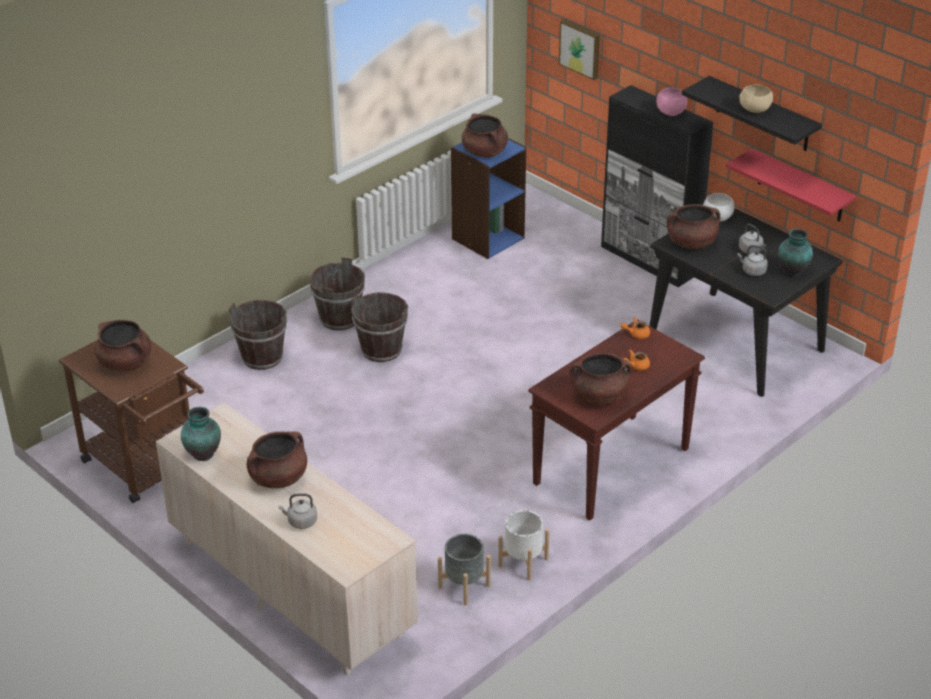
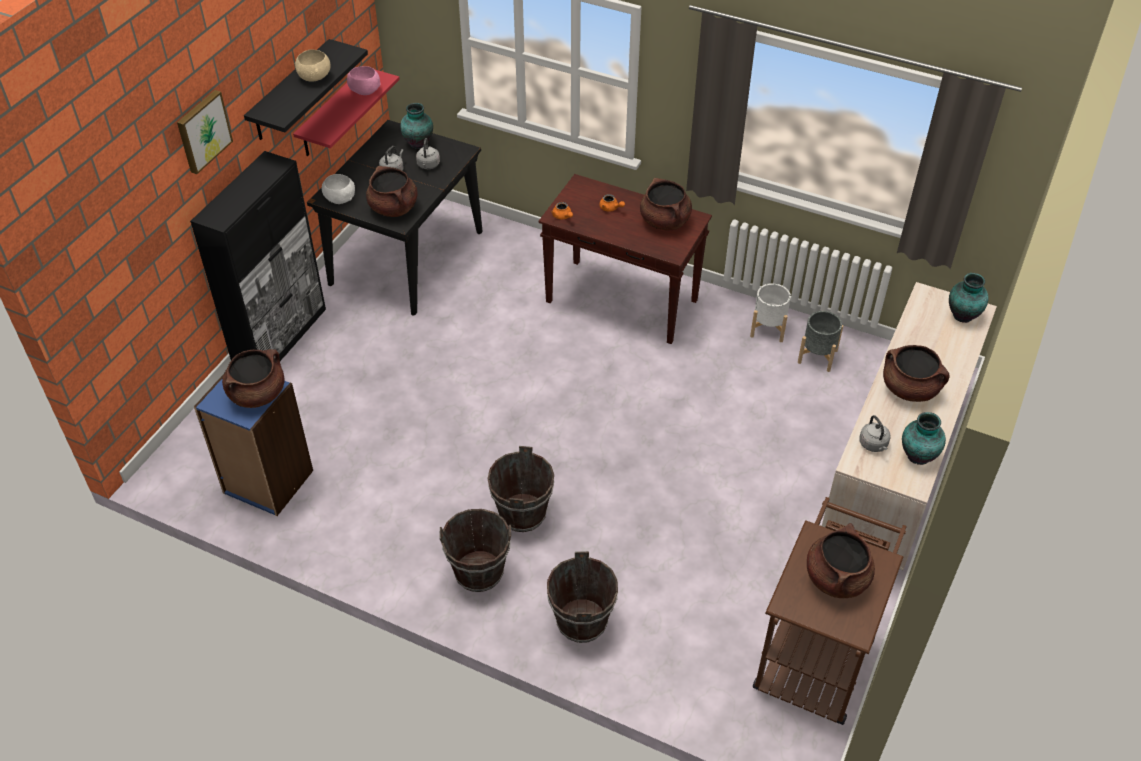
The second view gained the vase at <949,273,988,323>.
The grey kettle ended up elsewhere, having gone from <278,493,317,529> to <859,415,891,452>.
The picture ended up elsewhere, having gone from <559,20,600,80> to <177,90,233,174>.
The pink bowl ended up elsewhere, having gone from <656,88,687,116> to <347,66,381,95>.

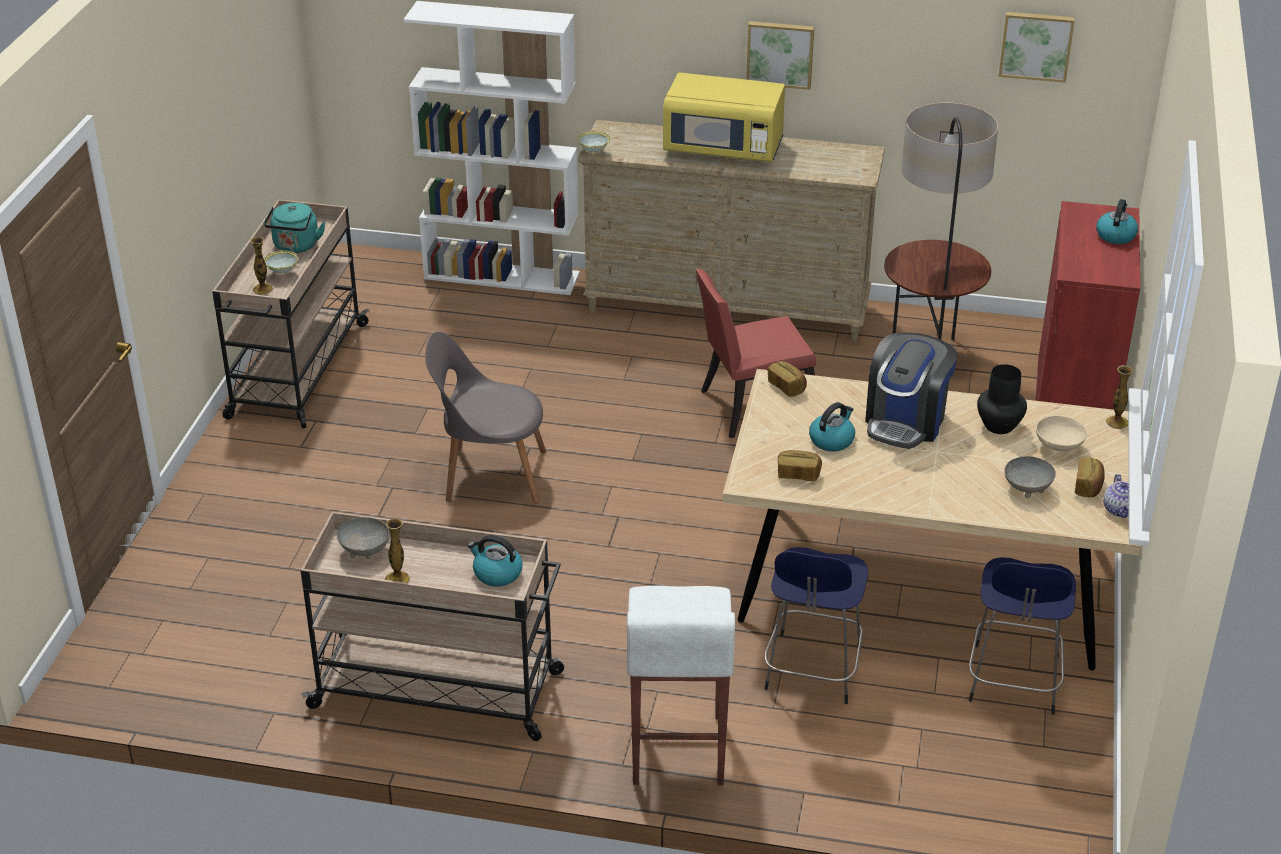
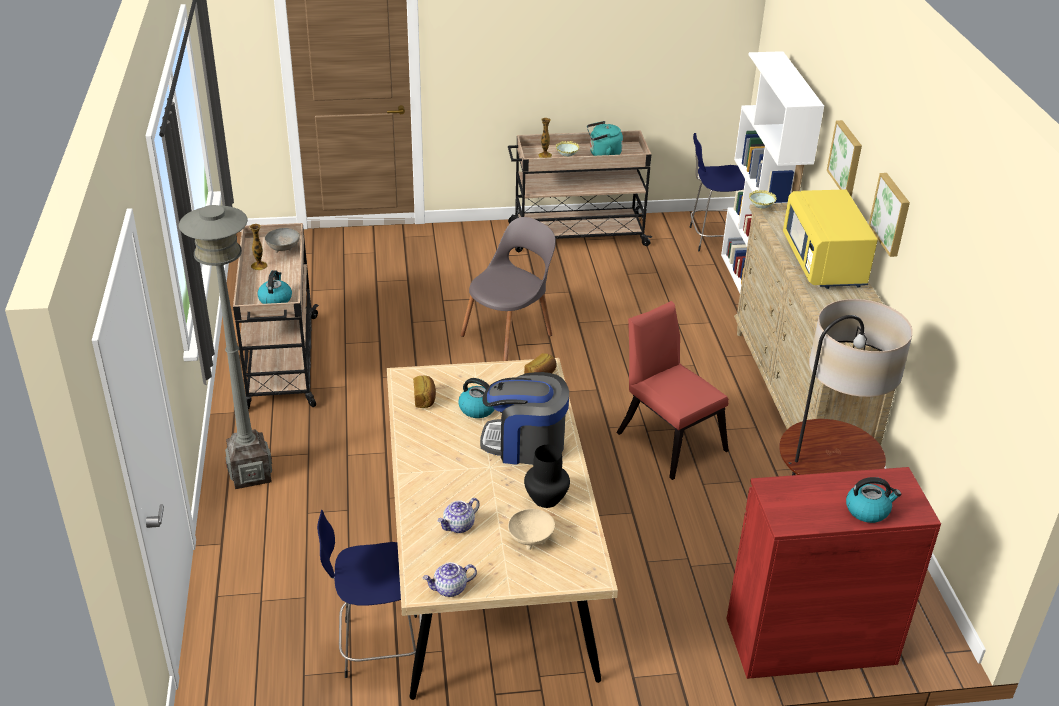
The second view lost the bread at <1075,457,1105,497>.
The second view lost the vase at <1106,365,1133,429>.
The blue stool ended up elsewhere, having gone from <764,547,868,704> to <690,133,745,252>.
The picture ended up elsewhere, having gone from <999,12,1075,83> to <827,120,862,197>.
Where the white stool stood at <627,586,735,785>, the grey floor lamp came to stand at <179,205,272,489>.
Where the grey bowl stood at <1004,456,1056,498>, the teapot came to stand at <438,498,480,533>.
The grey chair at <425,332,546,503> ended up facing another way, 60 degrees clockwise from before.

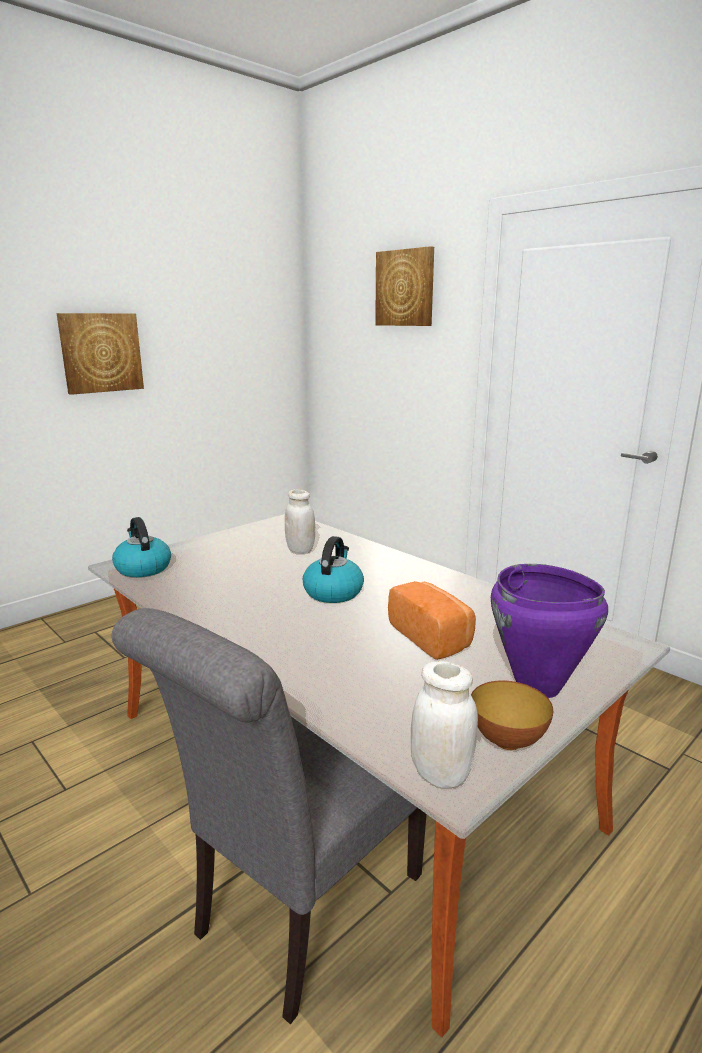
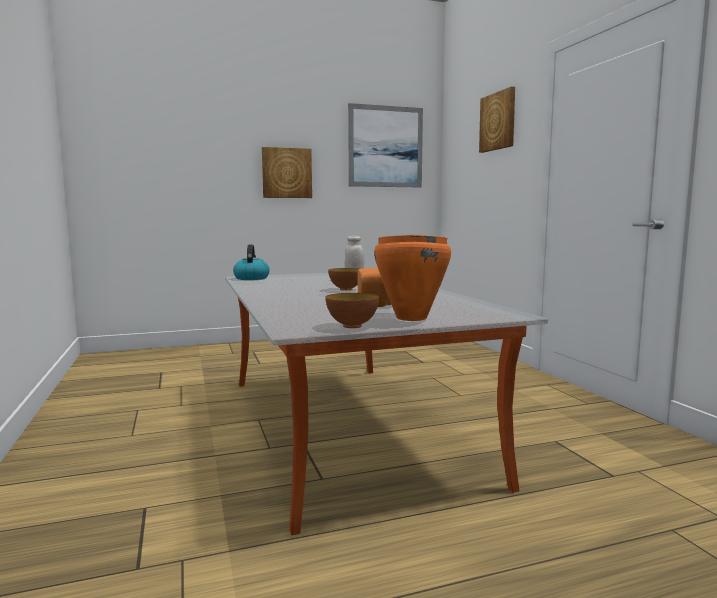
The second view lost the grey chair at <112,608,427,1025>.
The second view lost the white jar at <411,661,478,788>.
The second view gained the picture at <348,103,423,187>.
Where the kettle stood at <303,536,364,603>, the bowl came to stand at <328,268,359,291>.
What was the purple cooking pot at <491,564,608,698> turned into the orange cooking pot at <374,235,451,321>.

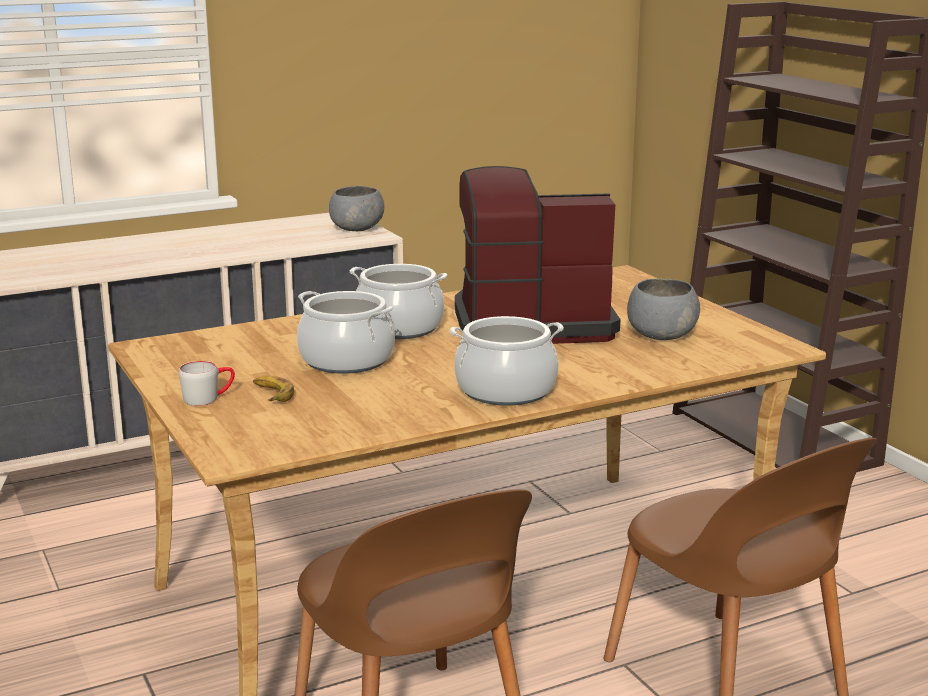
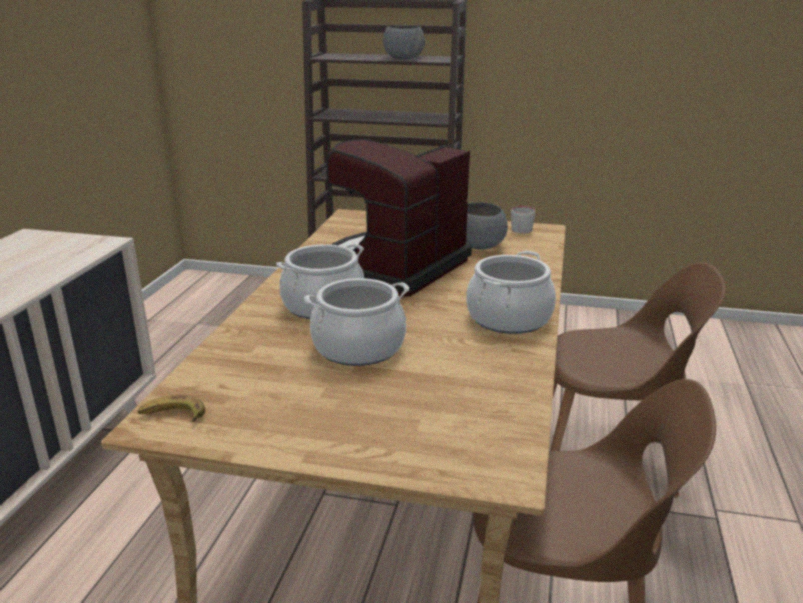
The grey mug ended up elsewhere, having gone from <179,361,235,406> to <511,206,535,233>.
The banana ended up elsewhere, having gone from <253,376,294,402> to <138,395,205,422>.
The grey bowl ended up elsewhere, having gone from <329,186,384,231> to <383,25,425,59>.

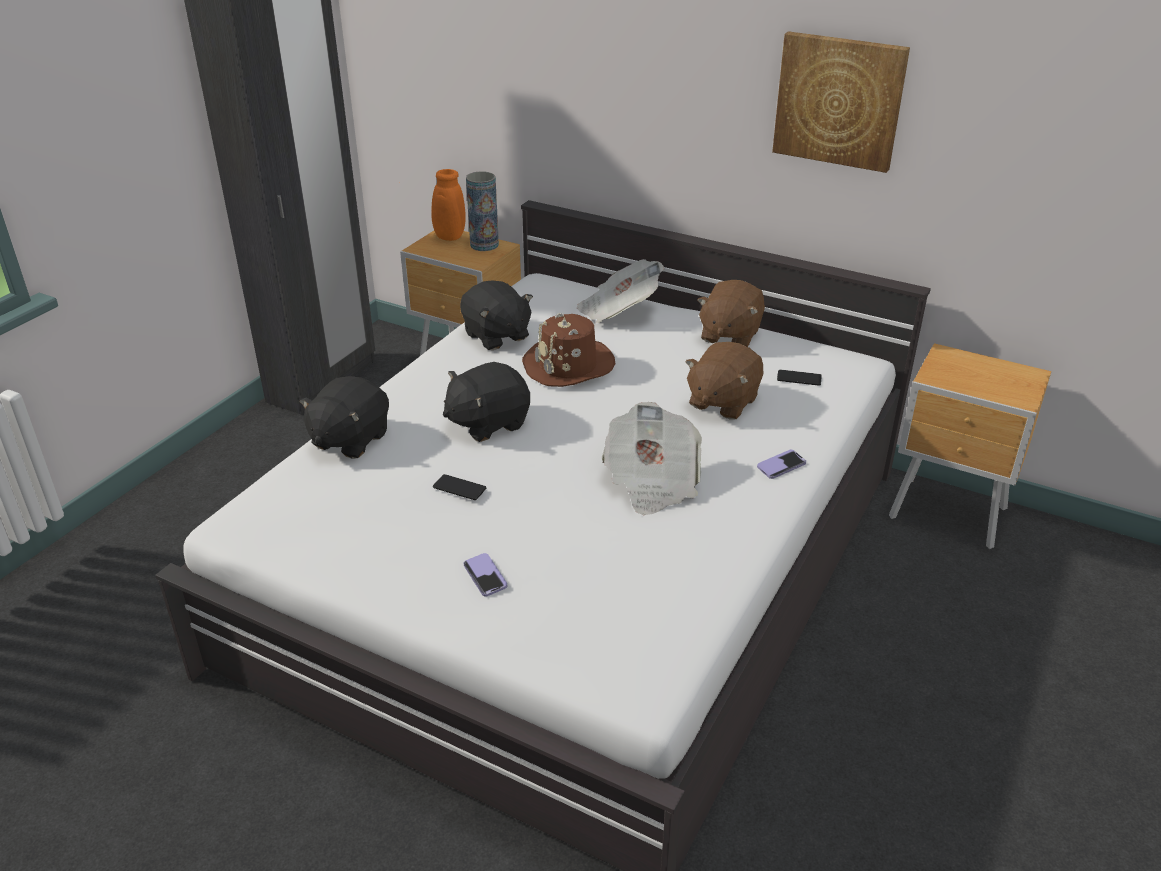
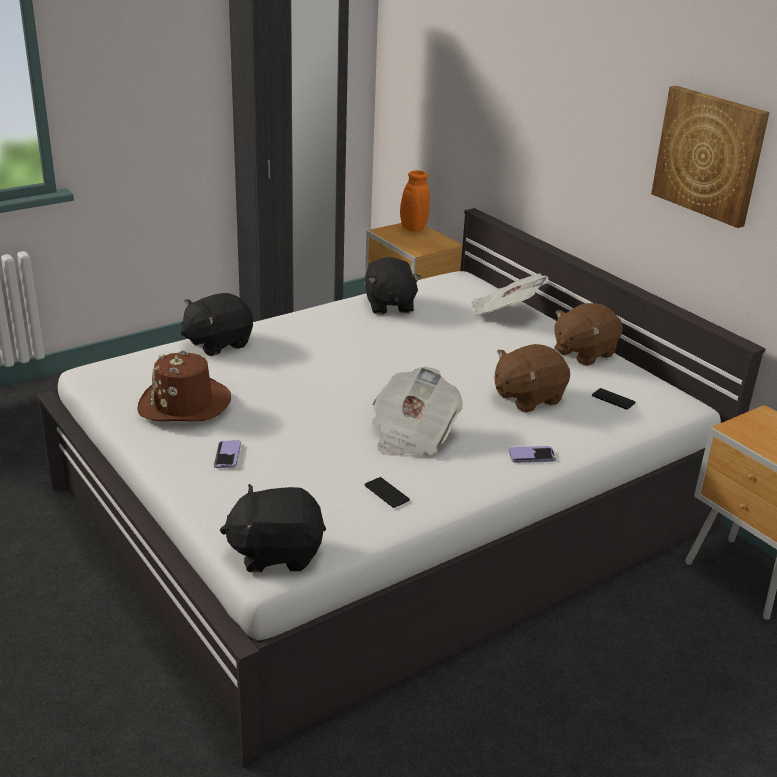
The second view lost the vase at <466,171,499,251>.
The phone ended up elsewhere, having gone from <433,474,486,500> to <365,477,410,508>.
The black plush toy ended up elsewhere, having gone from <443,362,530,442> to <220,484,326,572>.
The brown hat ended up elsewhere, having gone from <522,313,615,387> to <138,350,231,421>.

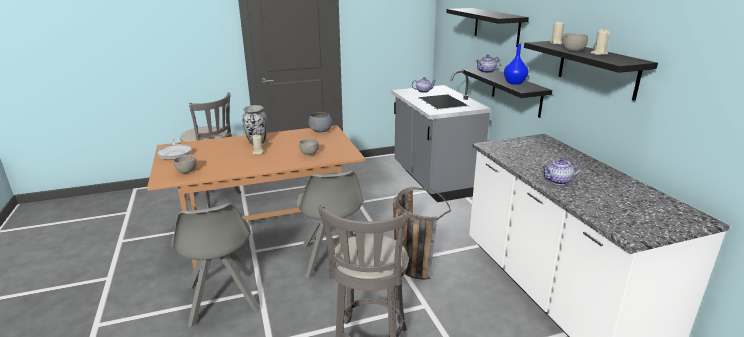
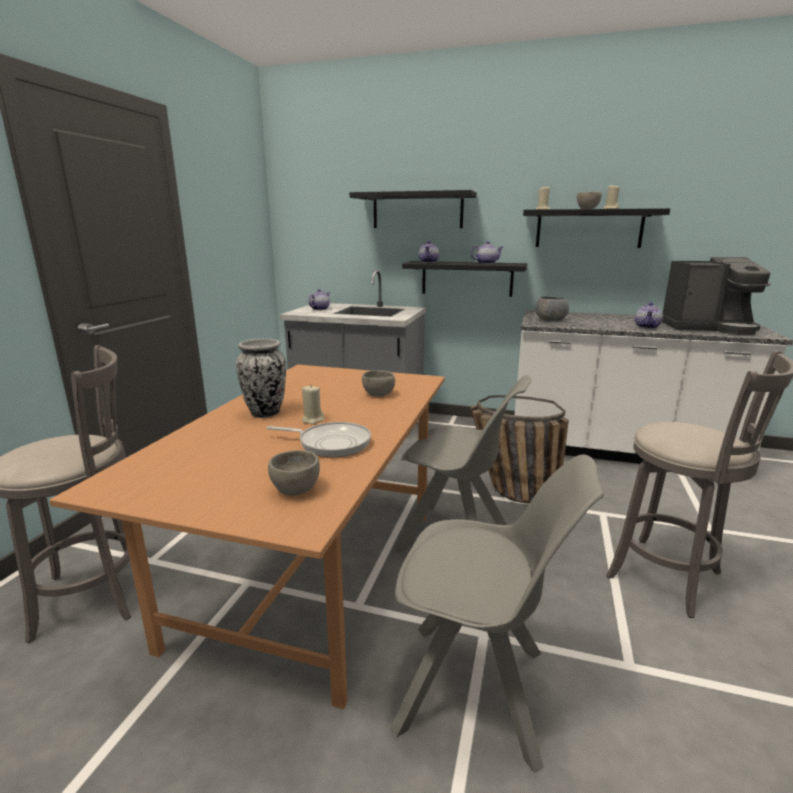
The second view gained the coffee machine at <662,257,771,335>.
The frying pan ended up elsewhere, having gone from <157,138,192,160> to <267,422,371,457>.
The grey bowl ended up elsewhere, having gone from <309,112,332,132> to <535,296,569,321>.
Where the blue vase stood at <504,44,529,85>, the teapot came to stand at <471,241,503,264>.

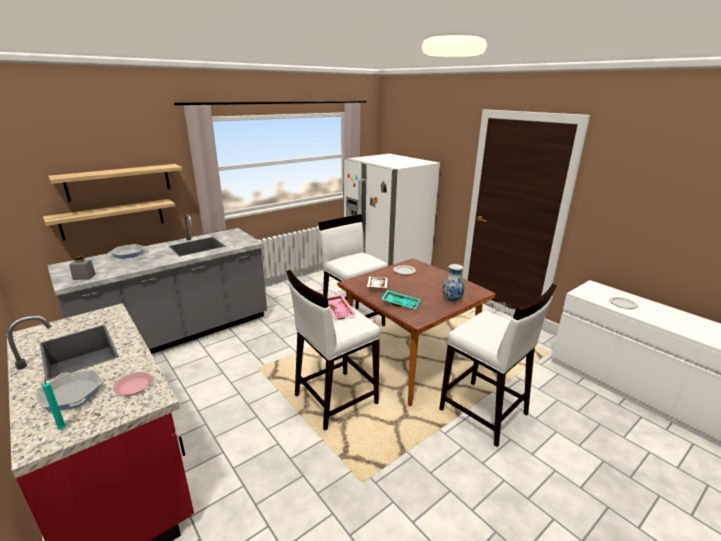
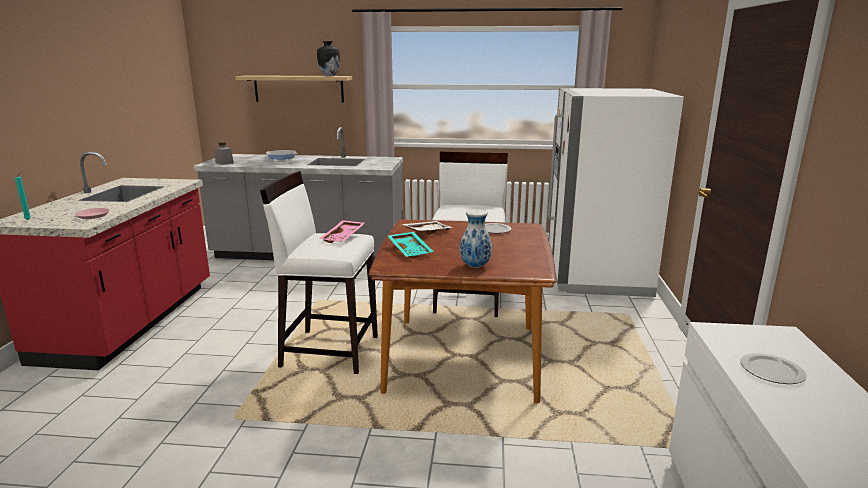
The second view lost the frying pan at <36,370,102,412>.
The second view lost the shelf at <43,199,175,240>.
The second view lost the white stool at <439,283,557,447>.
The second view gained the vase at <317,41,340,76>.

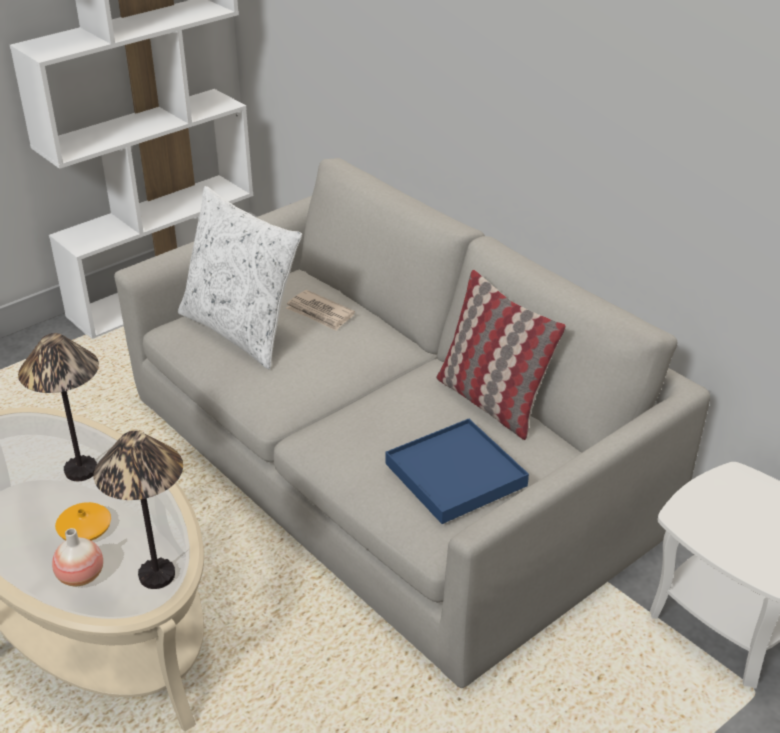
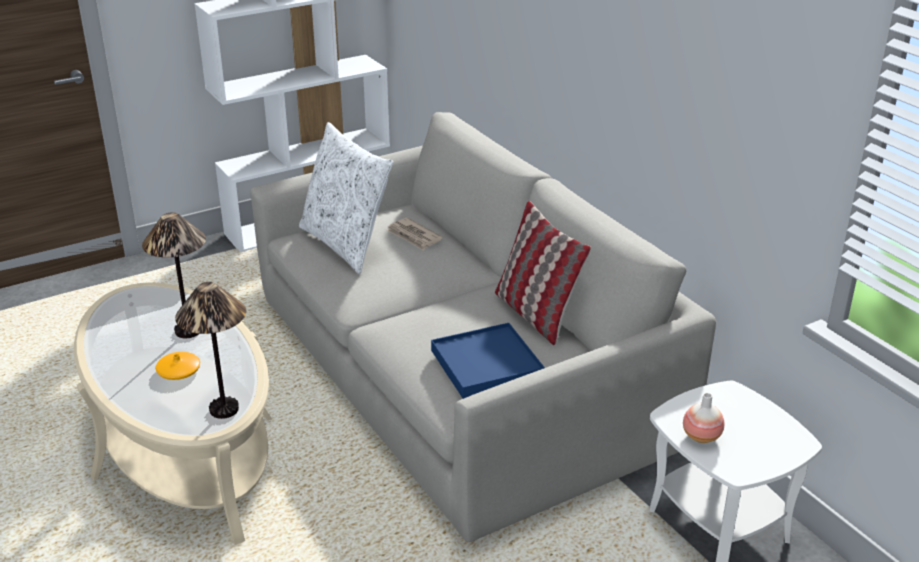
The vase ended up elsewhere, having gone from <52,528,103,587> to <683,393,725,443>.

